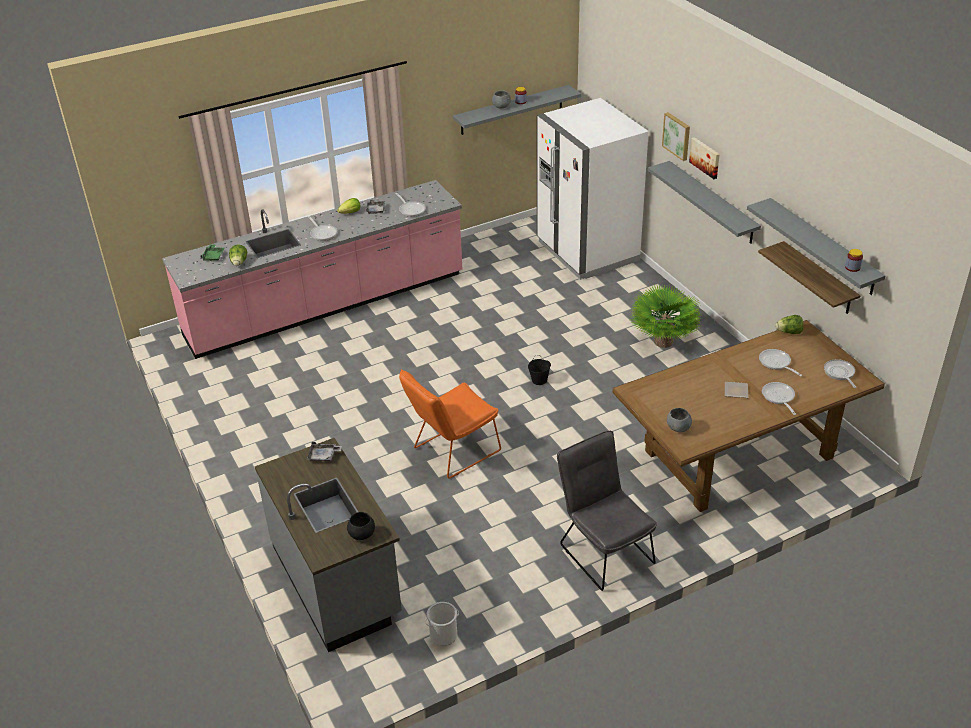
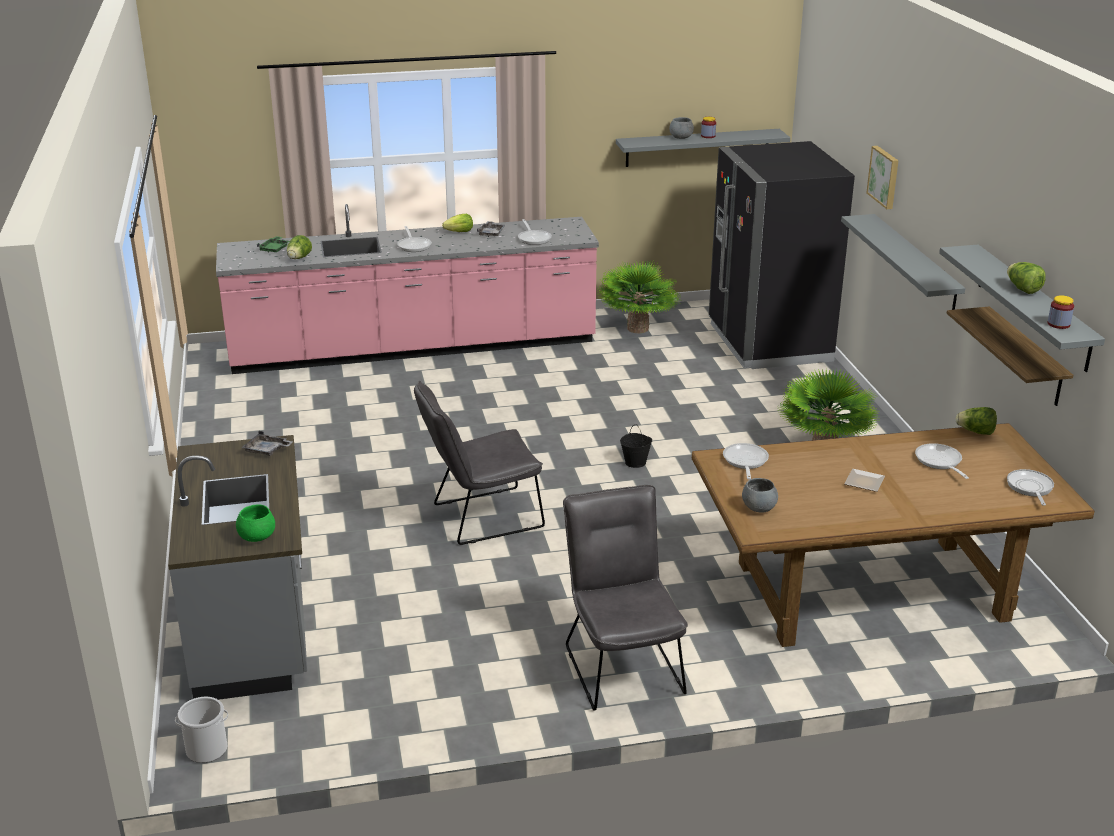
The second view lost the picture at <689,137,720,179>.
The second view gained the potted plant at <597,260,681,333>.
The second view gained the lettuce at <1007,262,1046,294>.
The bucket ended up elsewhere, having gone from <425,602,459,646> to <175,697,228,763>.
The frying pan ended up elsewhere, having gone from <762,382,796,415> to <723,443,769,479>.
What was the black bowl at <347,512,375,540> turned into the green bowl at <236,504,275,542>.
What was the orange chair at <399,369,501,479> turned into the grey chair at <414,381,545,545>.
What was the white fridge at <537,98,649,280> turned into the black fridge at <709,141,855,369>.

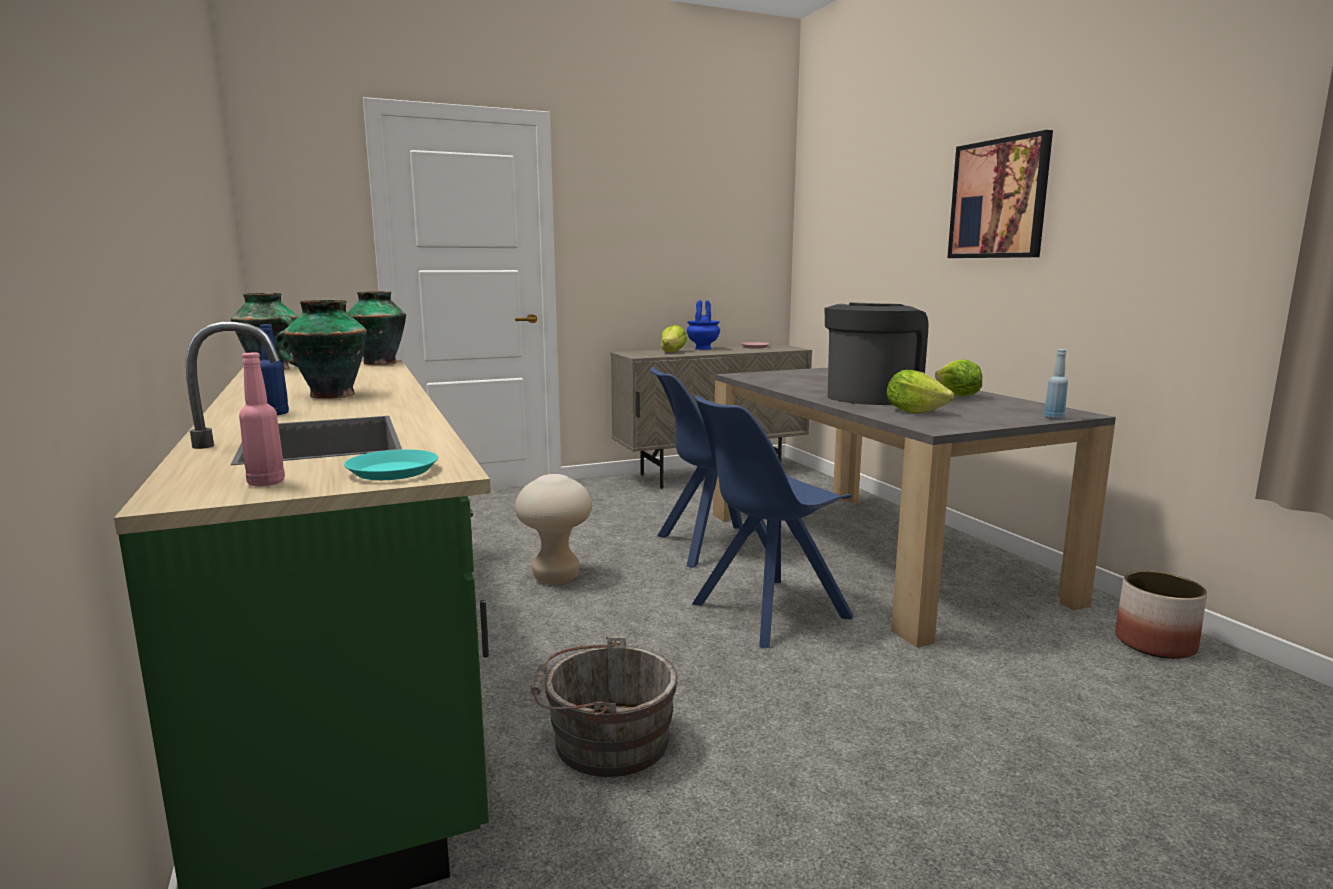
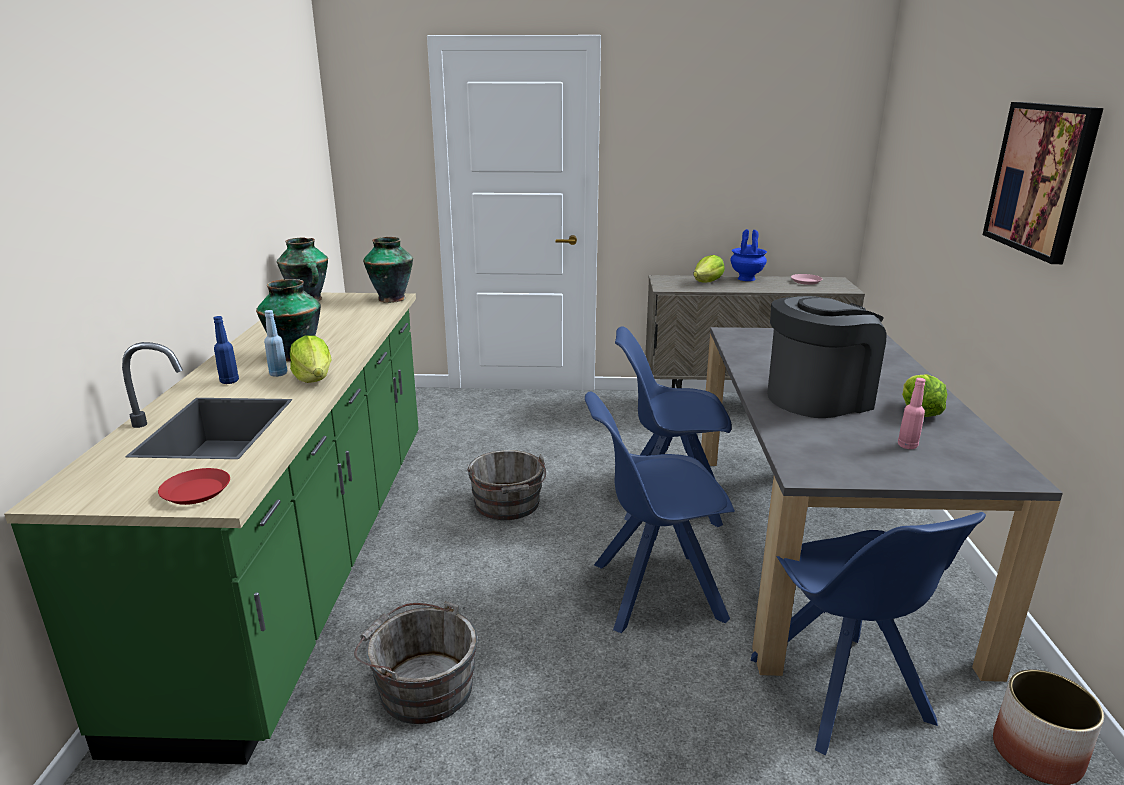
The second view gained the blue chair at <751,512,986,755>.
The pink bottle ended up elsewhere, having gone from <239,353,285,486> to <898,378,925,449>.
The lettuce ended up elsewhere, having gone from <887,370,954,413> to <290,335,332,383>.
The blue bottle ended up elsewhere, having gone from <1044,349,1068,420> to <264,310,287,377>.
Where the beige stool stood at <515,474,592,584>, the grey bucket came to stand at <467,450,546,520>.
What was the turquoise plate at <344,449,438,480> turned into the red plate at <158,468,230,505>.

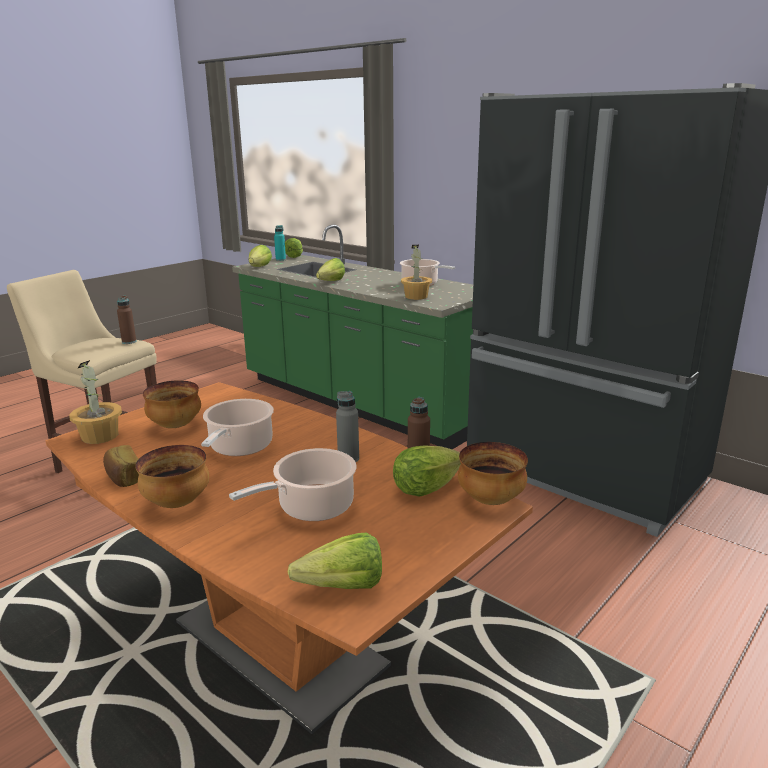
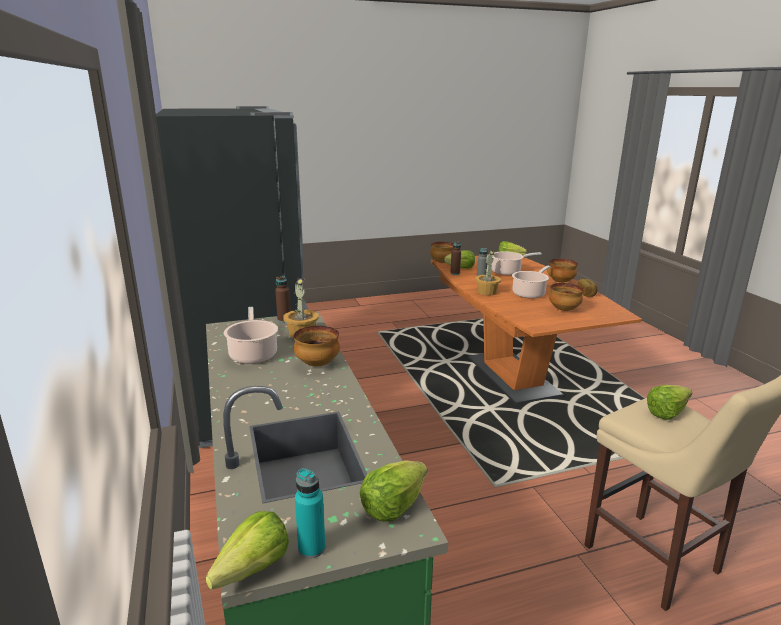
The second view gained the bowl at <293,326,340,366>.
The potted plant ended up elsewhere, having gone from <70,360,122,444> to <475,250,501,295>.
The brown bottle ended up elsewhere, having gone from <117,296,136,344> to <275,276,291,323>.
The lettuce ended up elsewhere, having gone from <316,258,345,281> to <647,385,692,420>.

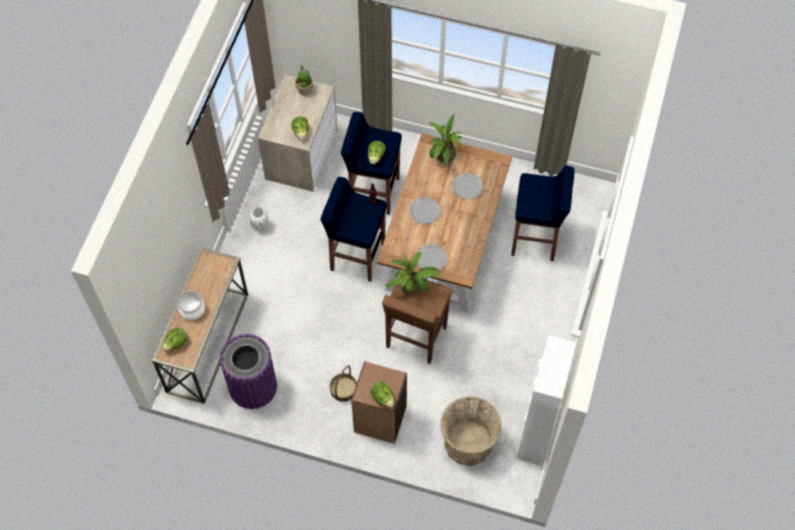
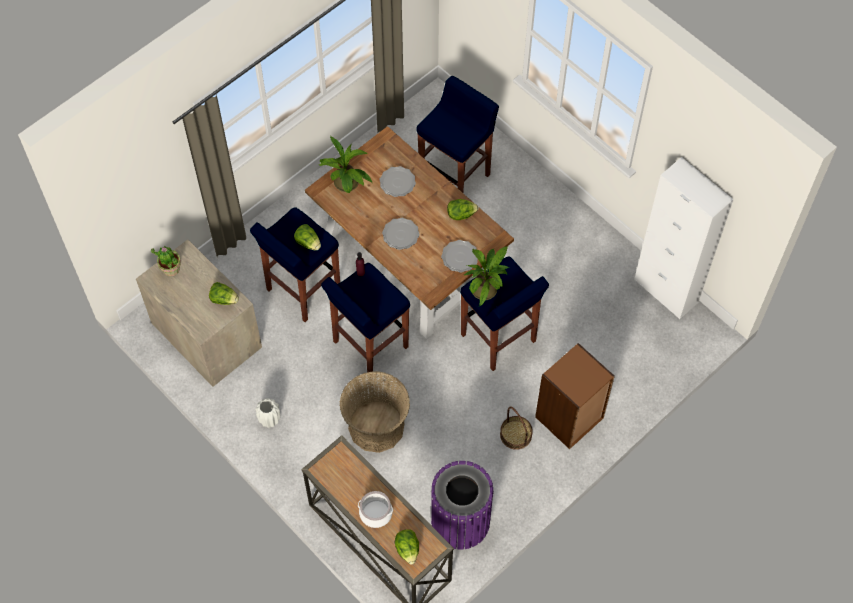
The lettuce ended up elsewhere, having gone from <371,381,394,407> to <447,199,479,220>.
The basket ended up elsewhere, having gone from <440,396,502,466> to <339,371,410,453>.
What was the brown stool at <382,276,452,364> turned into the blue stool at <460,257,549,371>.

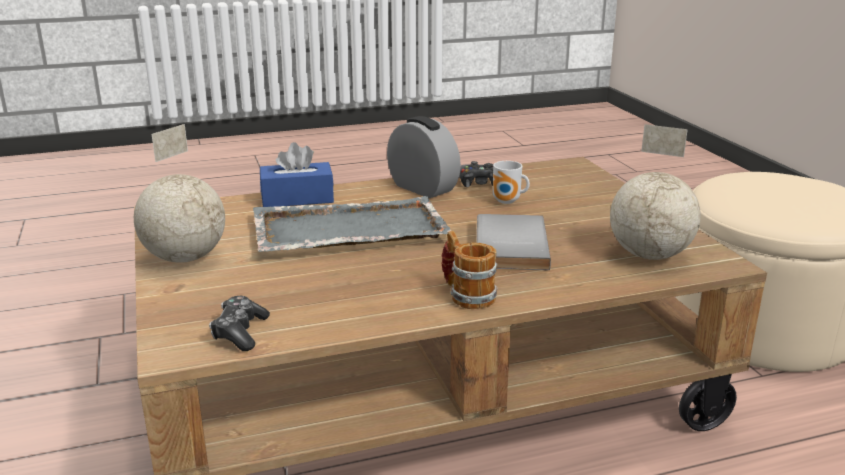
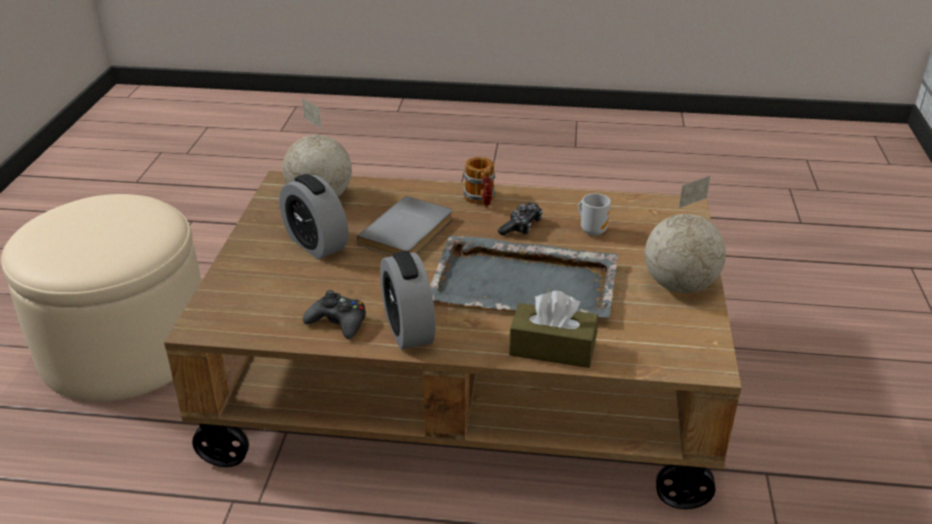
The second view gained the alarm clock at <279,174,348,260>.
The game controller ended up elsewhere, having gone from <209,296,270,351> to <498,203,543,236>.
The mug ended up elsewhere, having gone from <493,161,530,204> to <578,193,611,236>.
What was the blue tissue box at <260,142,334,207> turned into the brown tissue box at <509,291,598,368>.

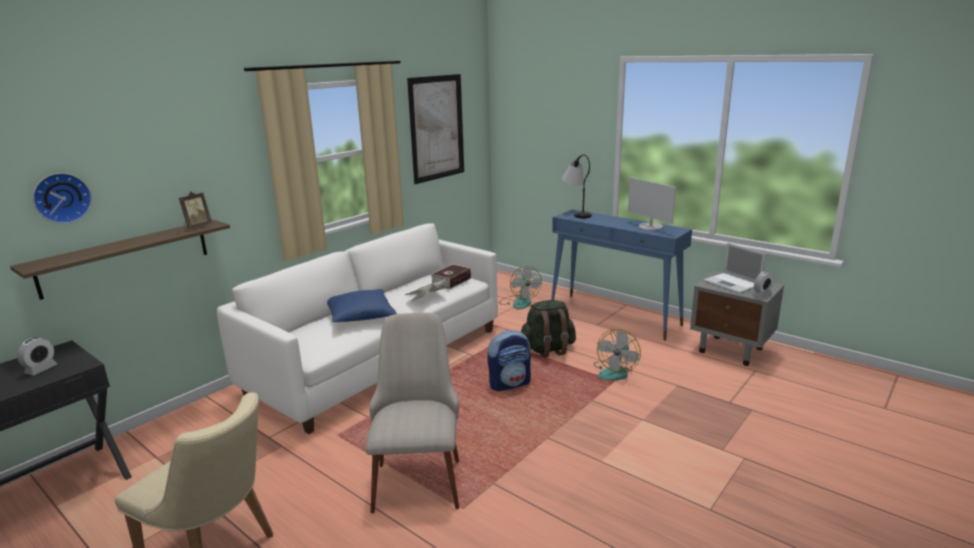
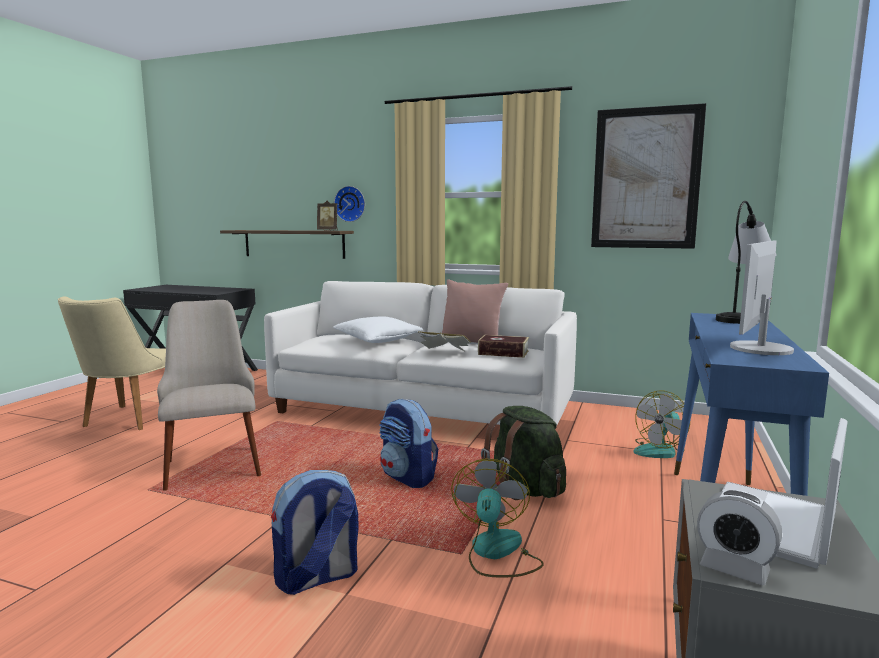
The second view lost the alarm clock at <17,337,57,375>.
The second view gained the backpack at <271,470,359,595>.
The second view gained the pink pillow at <442,279,508,343>.
The wall clock ended up elsewhere, having gone from <33,173,92,224> to <334,186,365,222>.
What was the blue pillow at <327,289,397,322> turned into the white pillow at <333,317,423,343>.
The beige chair at <366,313,459,514> ended up facing another way, 90 degrees counterclockwise from before.
The fan at <594,329,641,381> ended up facing another way, 90 degrees clockwise from before.

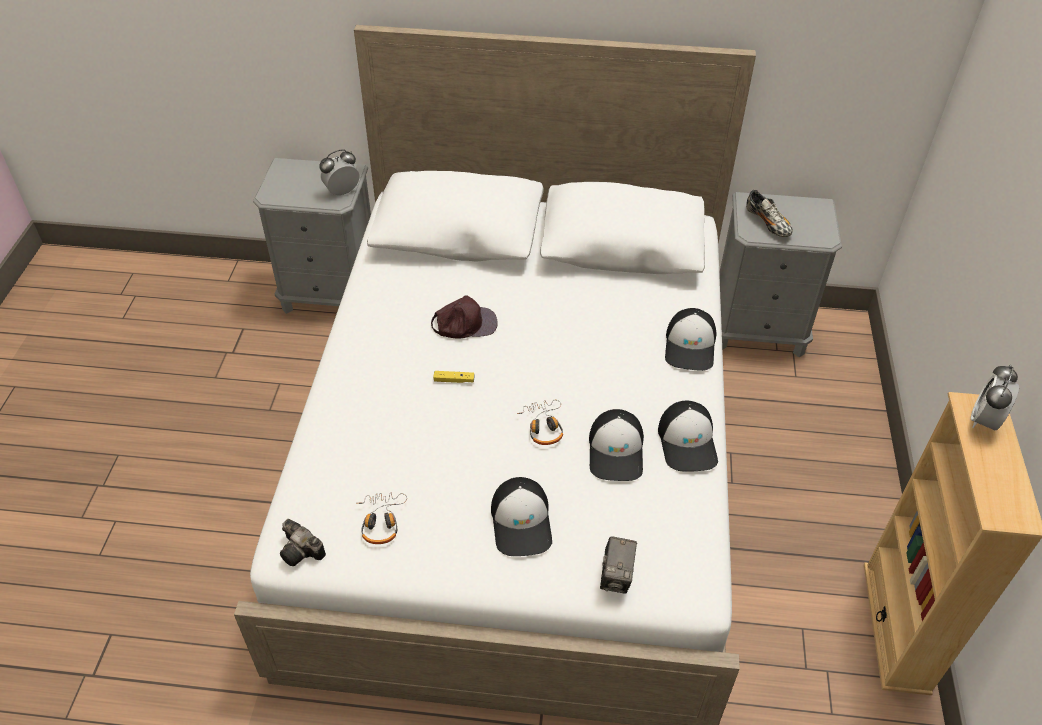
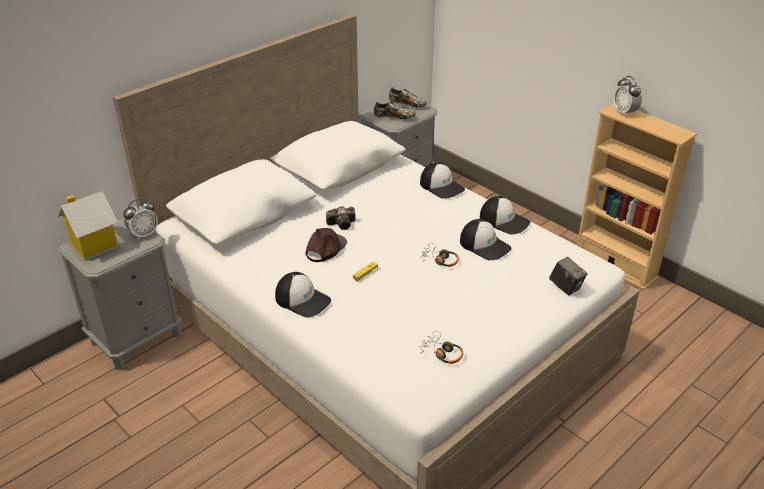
The second view gained the toy house at <57,191,125,261>.
The second view gained the shoe at <389,88,427,107>.
The photo camera ended up elsewhere, having gone from <280,519,326,566> to <326,206,355,230>.
The cap ended up elsewhere, having gone from <491,477,552,556> to <275,272,331,318>.
The alarm clock at <319,149,359,195> ended up facing another way, 135 degrees counterclockwise from before.

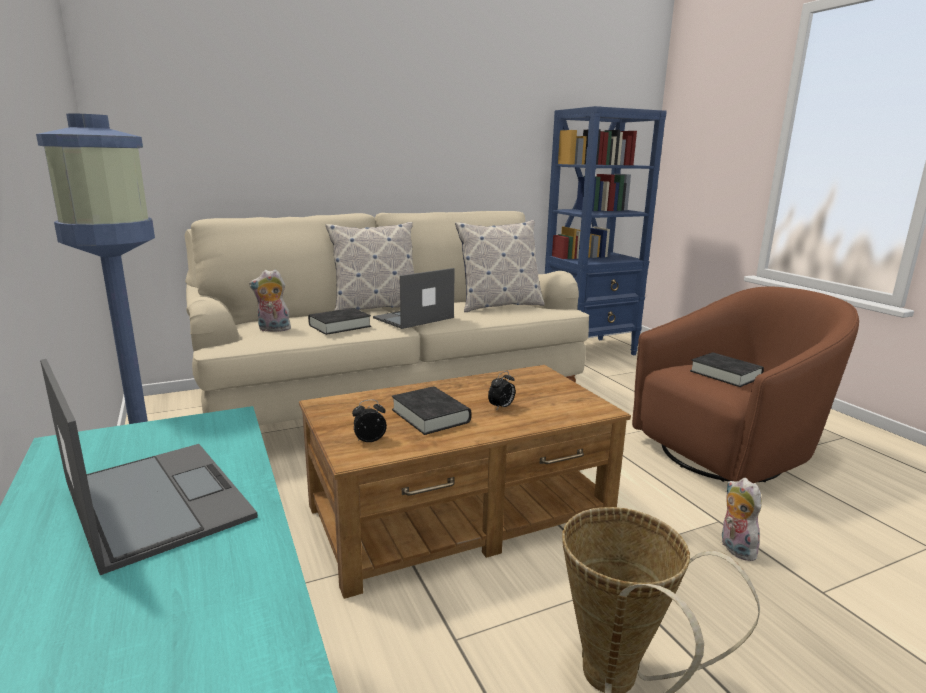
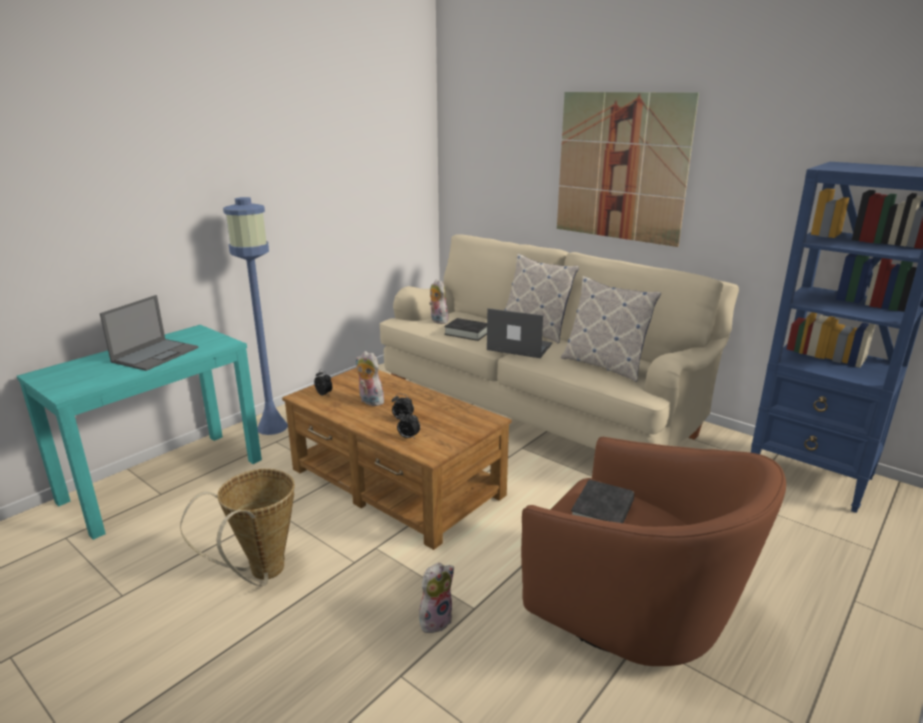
The second view gained the alarm clock at <397,411,420,439>.
The second view gained the picture at <557,92,699,247>.
Where the black book stood at <392,386,471,435>, the plush toy came to stand at <355,351,384,406>.

